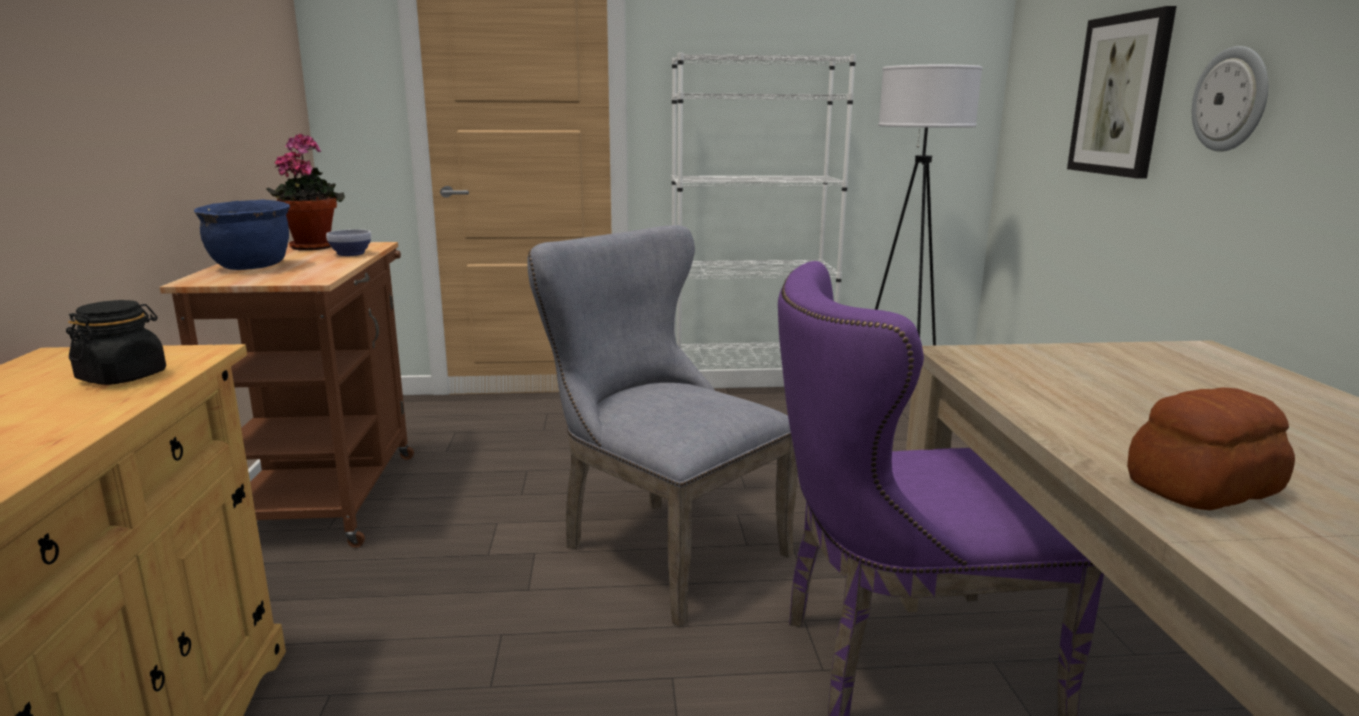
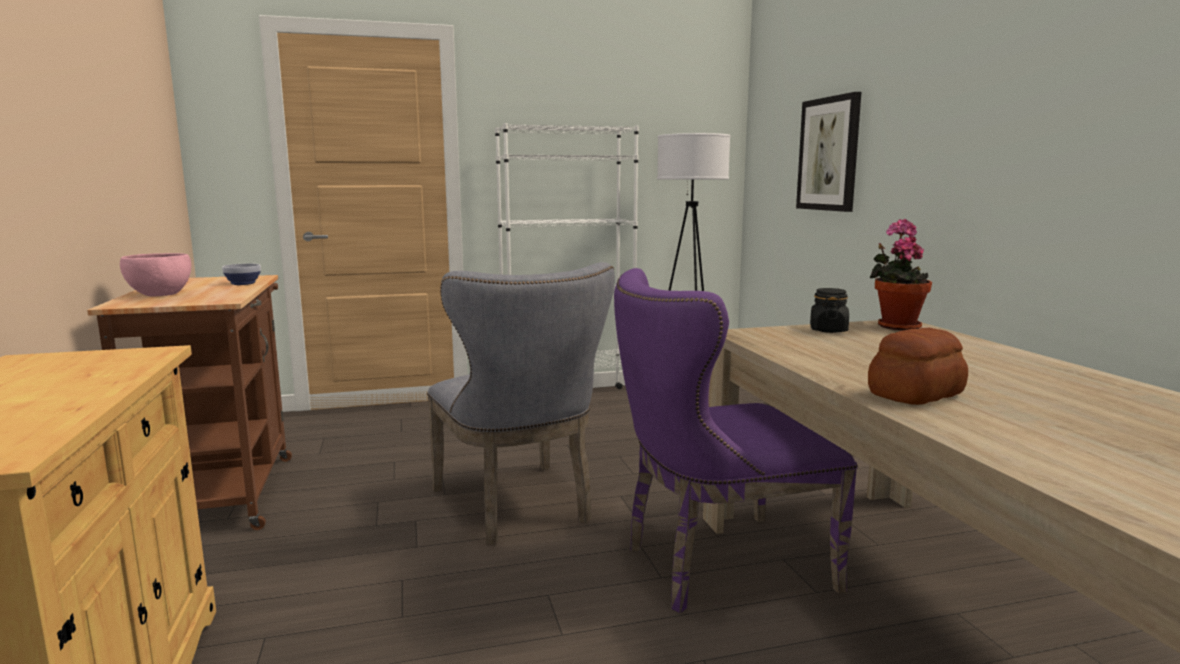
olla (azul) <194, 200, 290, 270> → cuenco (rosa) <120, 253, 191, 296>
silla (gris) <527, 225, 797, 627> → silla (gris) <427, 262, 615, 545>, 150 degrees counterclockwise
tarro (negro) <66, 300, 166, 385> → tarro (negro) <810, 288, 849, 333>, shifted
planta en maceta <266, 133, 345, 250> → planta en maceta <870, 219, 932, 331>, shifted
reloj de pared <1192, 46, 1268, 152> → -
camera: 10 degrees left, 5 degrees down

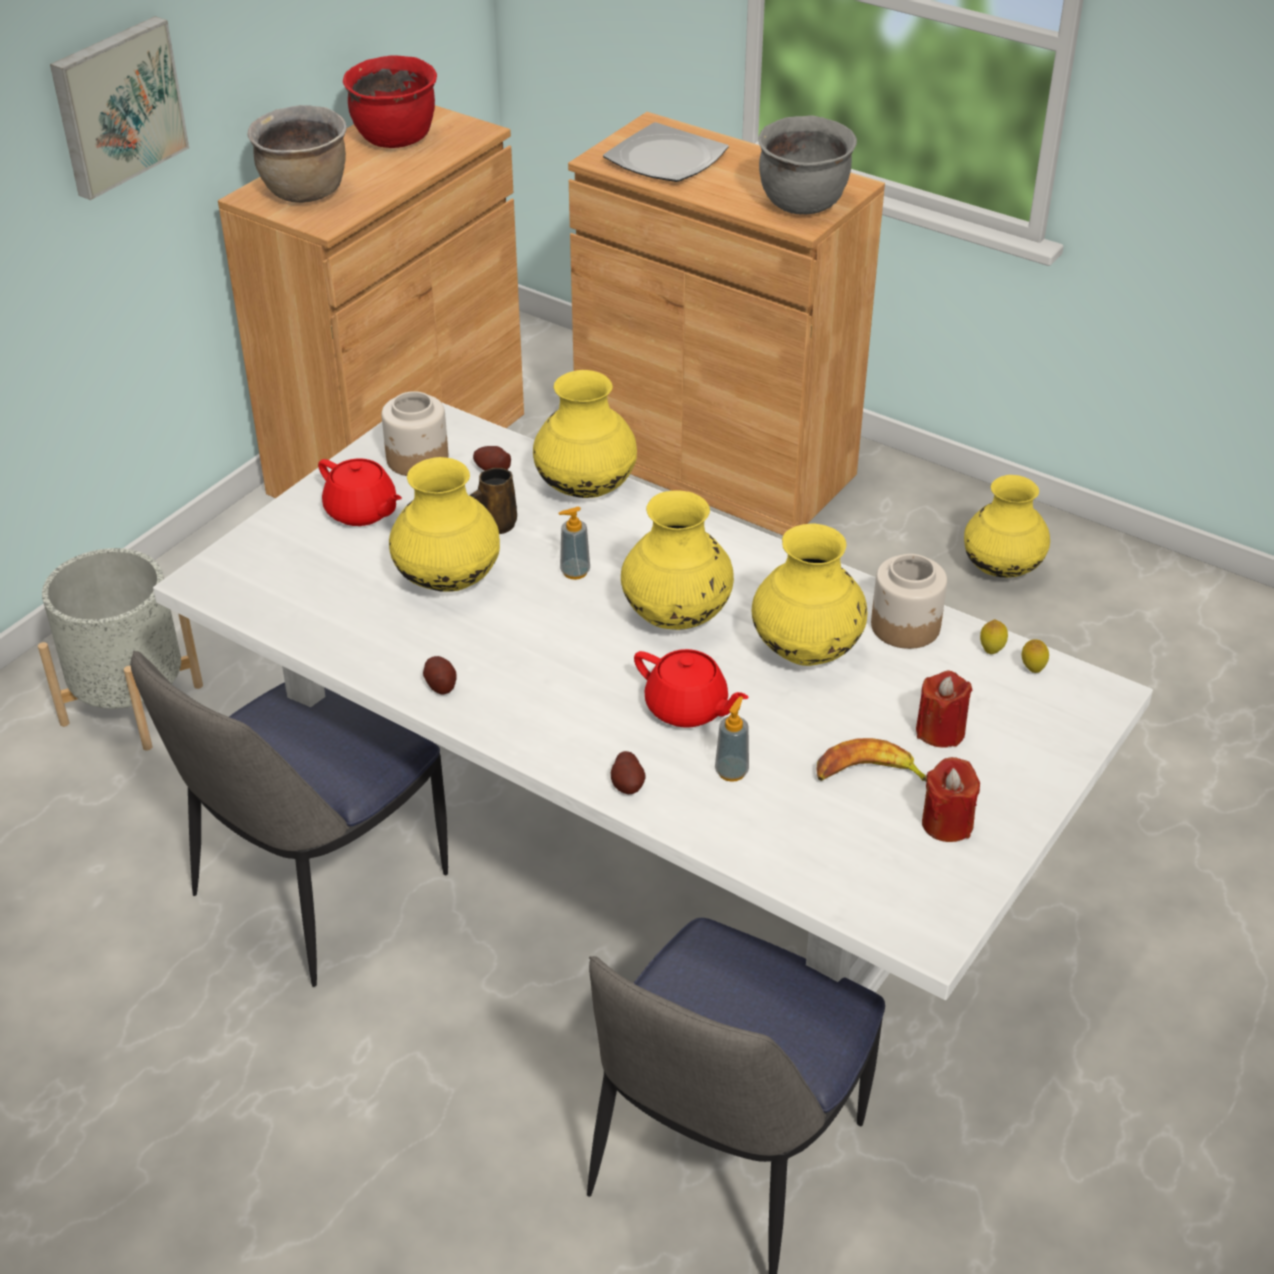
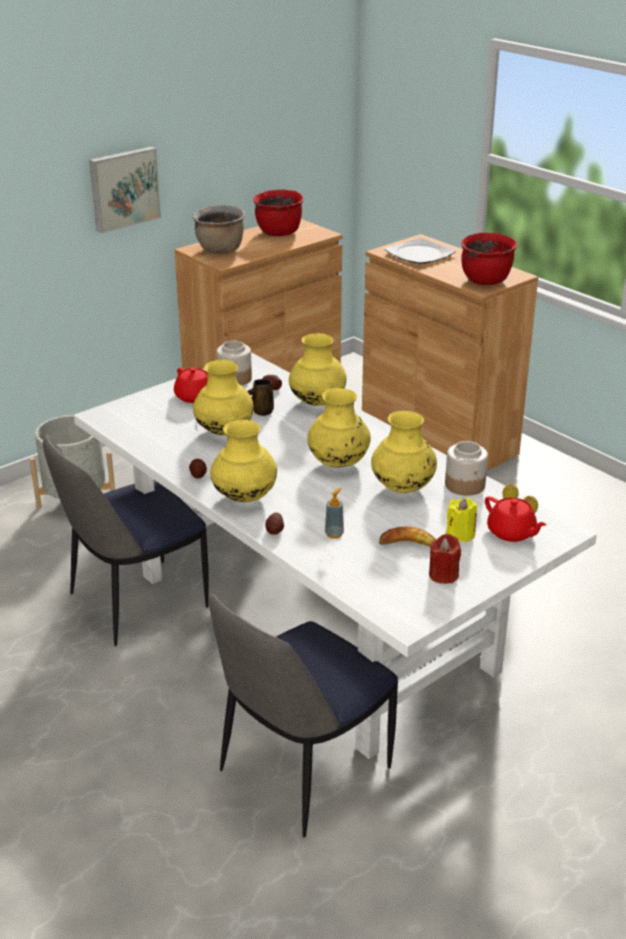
florero (amarillo) <964, 475, 1050, 578> → florero (amarillo) <210, 420, 277, 502>, shifted
vela (rojo) <916, 670, 972, 748> → vela (amarillo) <446, 498, 477, 542>
olla (gris) <758, 115, 857, 214> → olla (rojo) <461, 233, 518, 285>
tetera (rojo) <634, 649, 748, 728> → tetera (rojo) <485, 496, 547, 542>, shifted
dispensador de jabón <559, 507, 590, 580> → -
camera: 15 degrees right, 10 degrees down

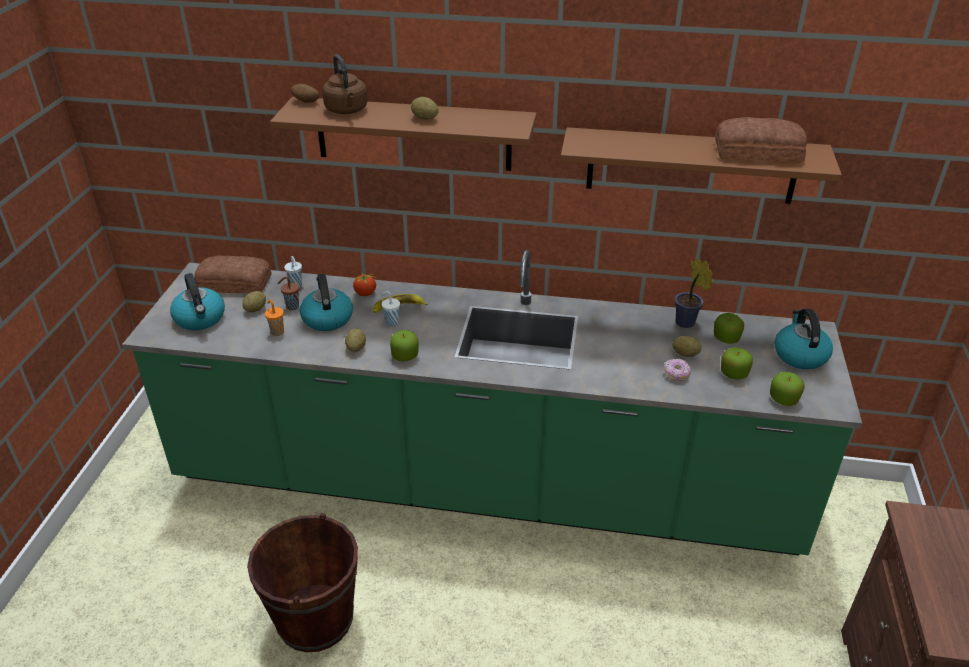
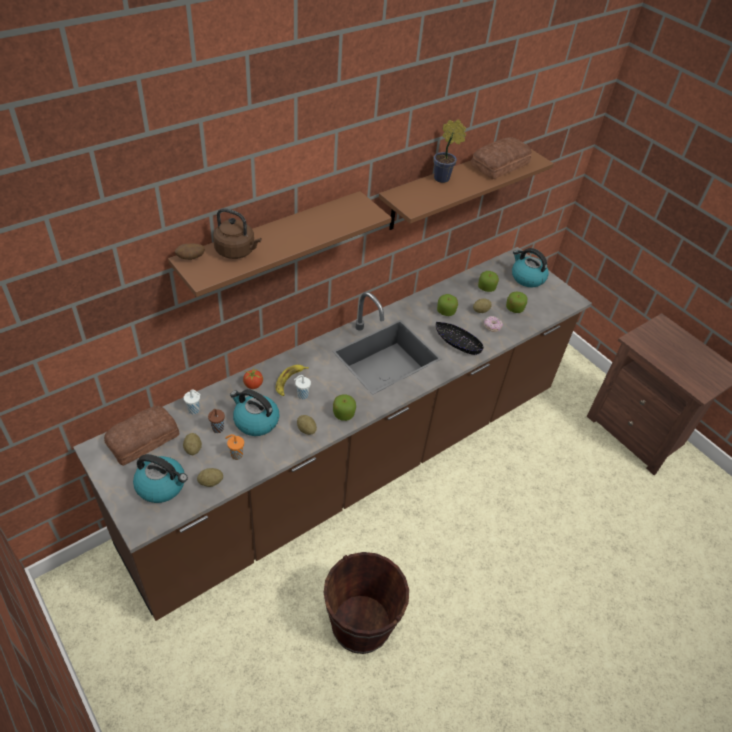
mueble bajo de cocina (verde) <122, 249, 862, 556> → mueble bajo de cocina (marrón) <73, 247, 592, 621>
patata <411, 97, 438, 120> → patata <197, 468, 223, 487>, shifted
planta en maceta <675, 258, 713, 328> → planta en maceta <433, 119, 466, 183>, shifted
- → cuenco (negro) <436, 322, 484, 355>
manzana <770, 372, 804, 406> → manzana <437, 294, 458, 316>, shifted
camera: 50 degrees left, 10 degrees up

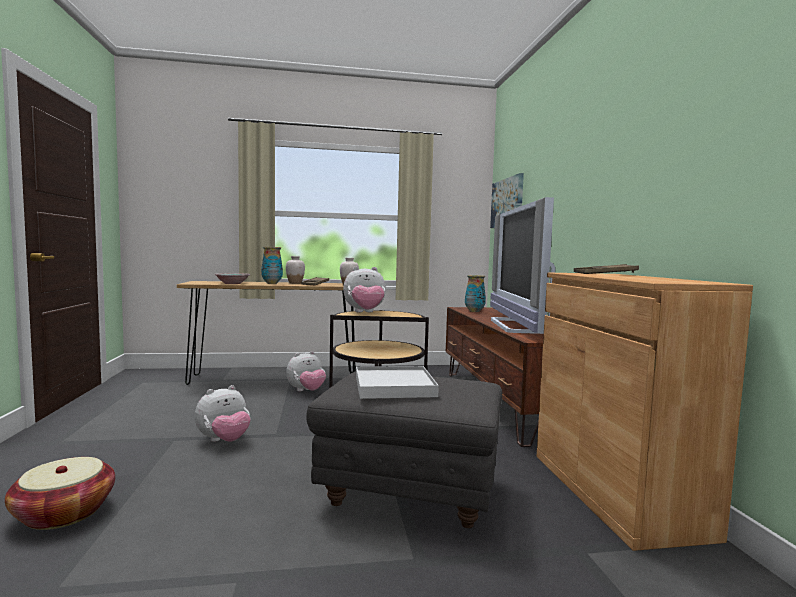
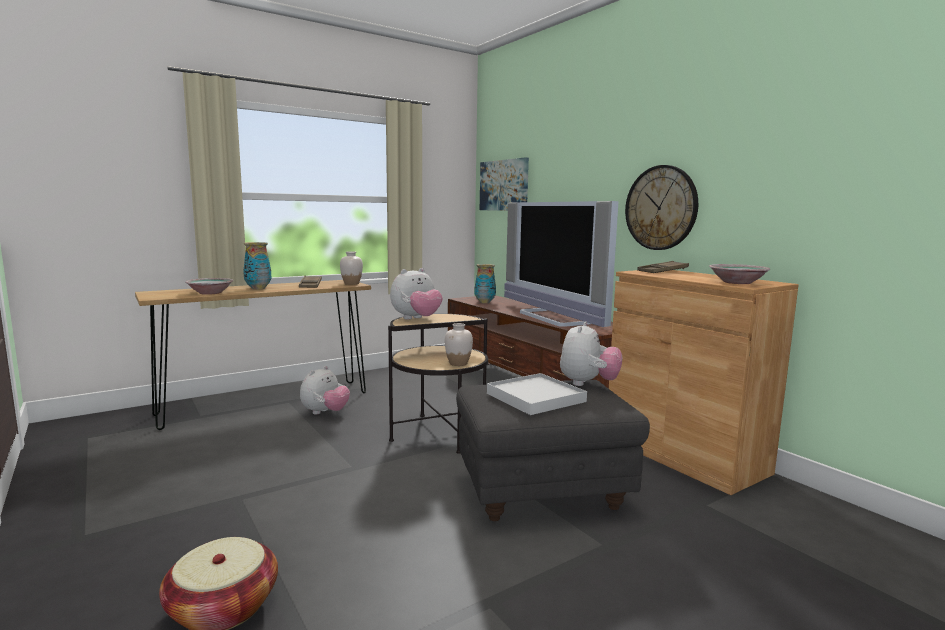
florero (blanco) <286, 256, 305, 284> → florero (blanco) <445, 323, 473, 366>, shifted
peluche <195, 385, 251, 442> → peluche <560, 321, 622, 386>, shifted
- → reloj de pared <625, 165, 698, 250>
- → cuenco <709, 264, 770, 284>
camera: 25 degrees left, 5 degrees up

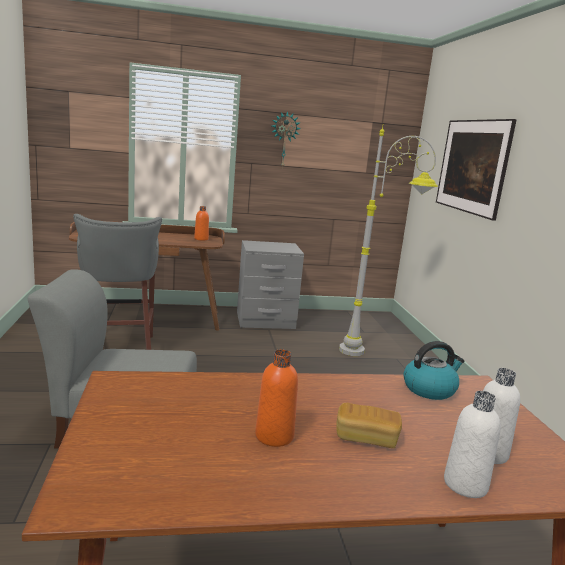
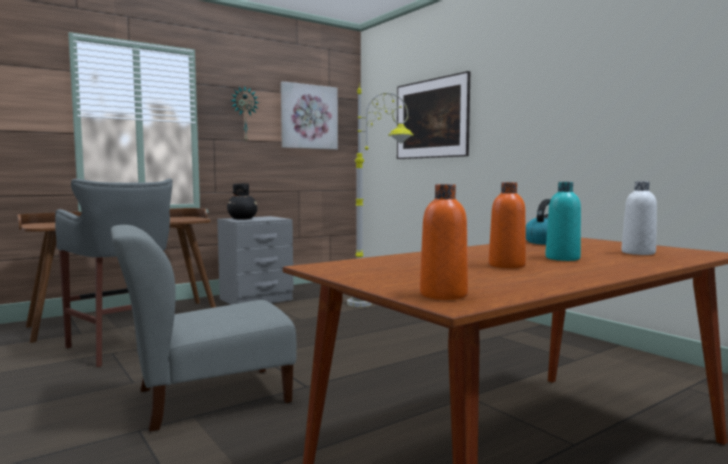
- → florero (negro) <227, 183, 258, 220>
- → cuadro <281, 81, 338, 149>
botella (naranja) <194, 206, 209, 241> → botella (naranja) <420, 184, 468, 300>, shifted
pan <336, 403, 402, 448> → botella (turquesa) <545, 182, 581, 261>
botella (blanco) <444, 391, 501, 498> → -
camera: 25 degrees left, 10 degrees down

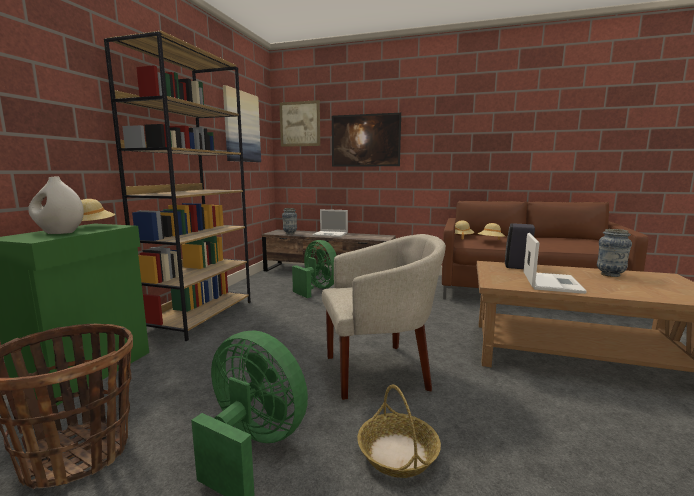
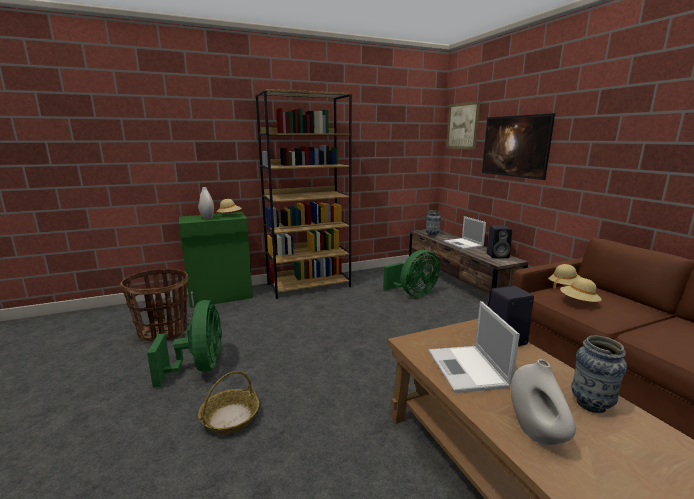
ventilador (verde) <292, 240, 337, 298> → ventilador (verde) <383, 250, 440, 297>, 45 degrees clockwise
portátil <523, 233, 587, 294> → portátil <428, 301, 520, 393>, 105 degrees clockwise
- → altavoz (negro) <487, 226, 512, 258>
- → florero (blanco) <511, 359, 576, 445>
cuadro <223, 85, 261, 162> → -
sillón (beis) <322, 234, 446, 400> → -
camera: 50 degrees right, 5 degrees up

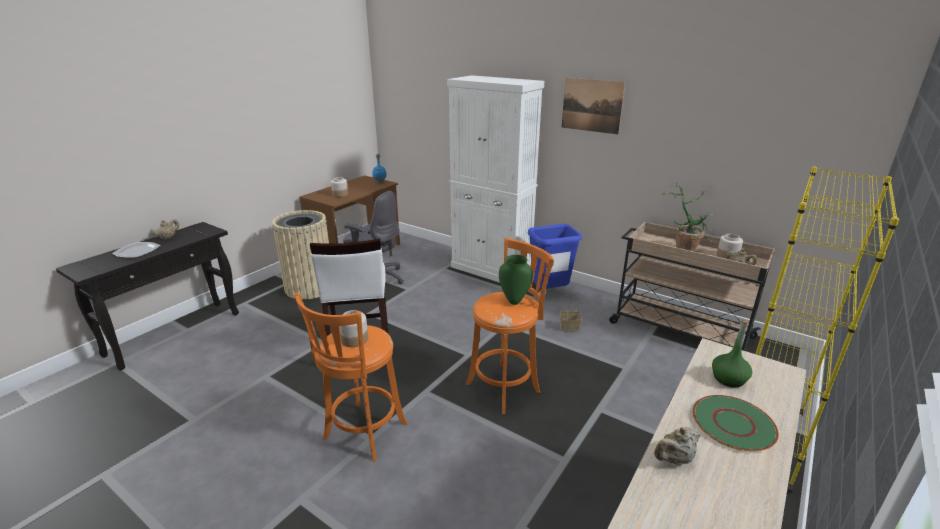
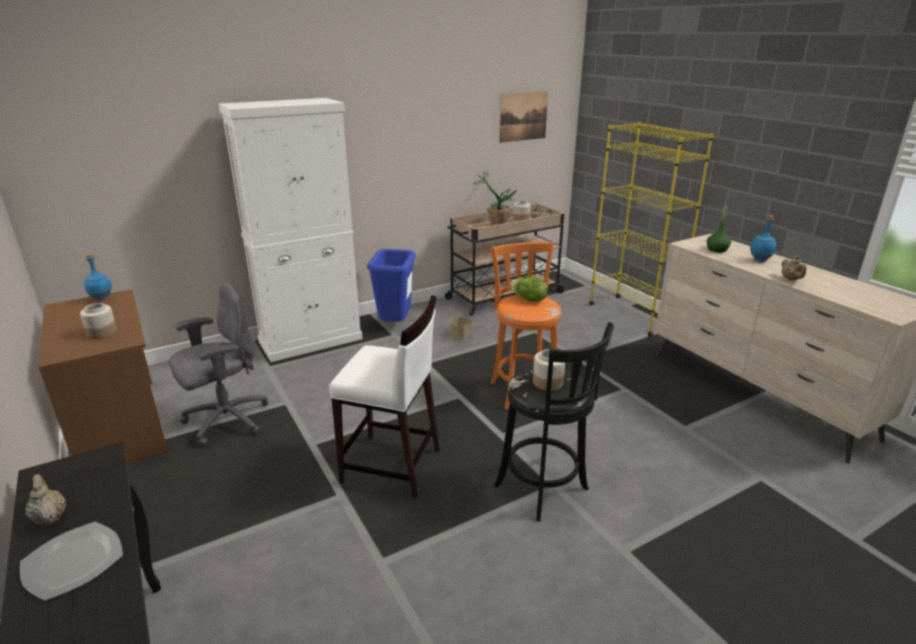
taburete (naranja) <294, 292, 407, 461> → taburete (negro) <494, 322, 614, 521>
cuadro <562, 78, 625, 134> → cuadro <499, 91, 548, 143>, shifted
florero (verde) <499, 255, 533, 305> → lechuga <510, 277, 548, 302>
plato (verde) <693, 395, 779, 451> → botella (azul) <750, 215, 776, 262>
papelera (beis) <272, 210, 329, 300> → -
camera: 65 degrees left, 0 degrees up

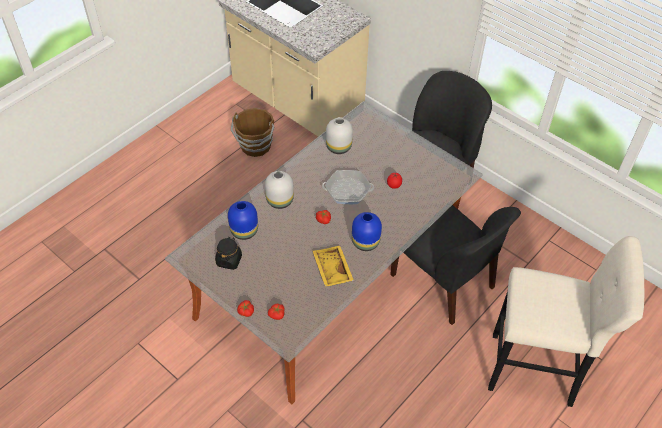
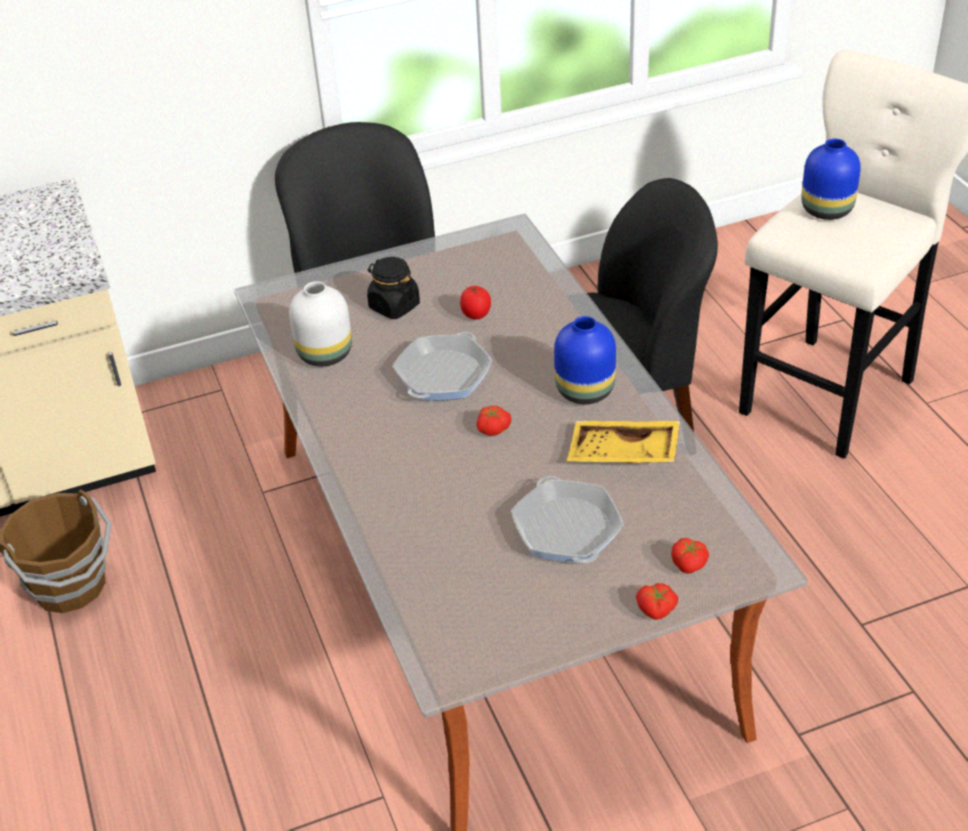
tarro (negro) <215, 237, 242, 270> → tarro (negro) <367, 257, 420, 319>, shifted
- → sartén <511, 476, 624, 564>
florero (azul) <228, 201, 258, 240> → florero (azul) <801, 139, 861, 220>, shifted
florero (blanco) <265, 171, 294, 209> → -
camera: 60 degrees left, 10 degrees down

